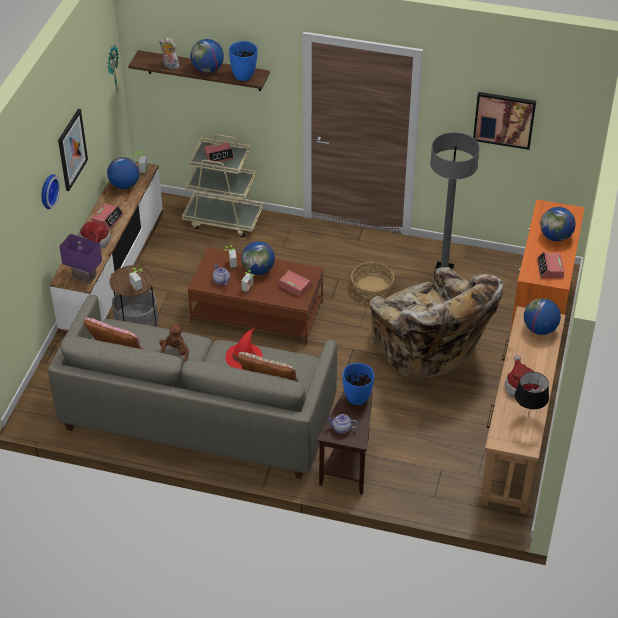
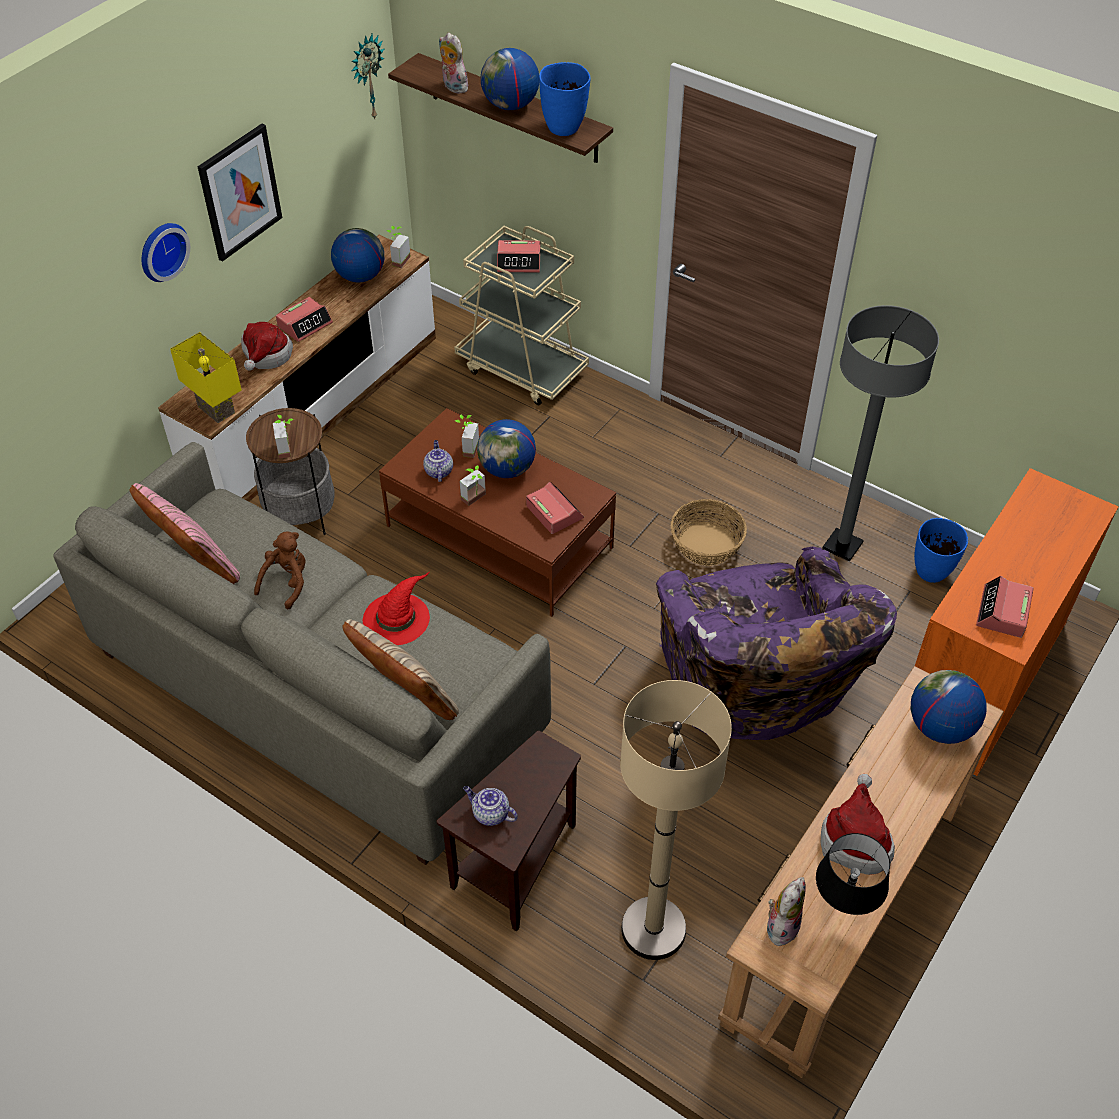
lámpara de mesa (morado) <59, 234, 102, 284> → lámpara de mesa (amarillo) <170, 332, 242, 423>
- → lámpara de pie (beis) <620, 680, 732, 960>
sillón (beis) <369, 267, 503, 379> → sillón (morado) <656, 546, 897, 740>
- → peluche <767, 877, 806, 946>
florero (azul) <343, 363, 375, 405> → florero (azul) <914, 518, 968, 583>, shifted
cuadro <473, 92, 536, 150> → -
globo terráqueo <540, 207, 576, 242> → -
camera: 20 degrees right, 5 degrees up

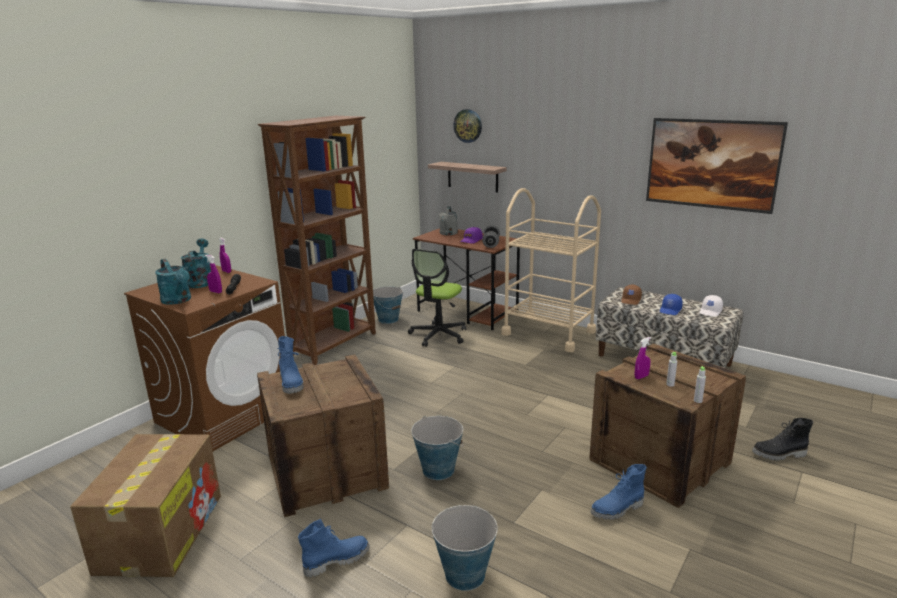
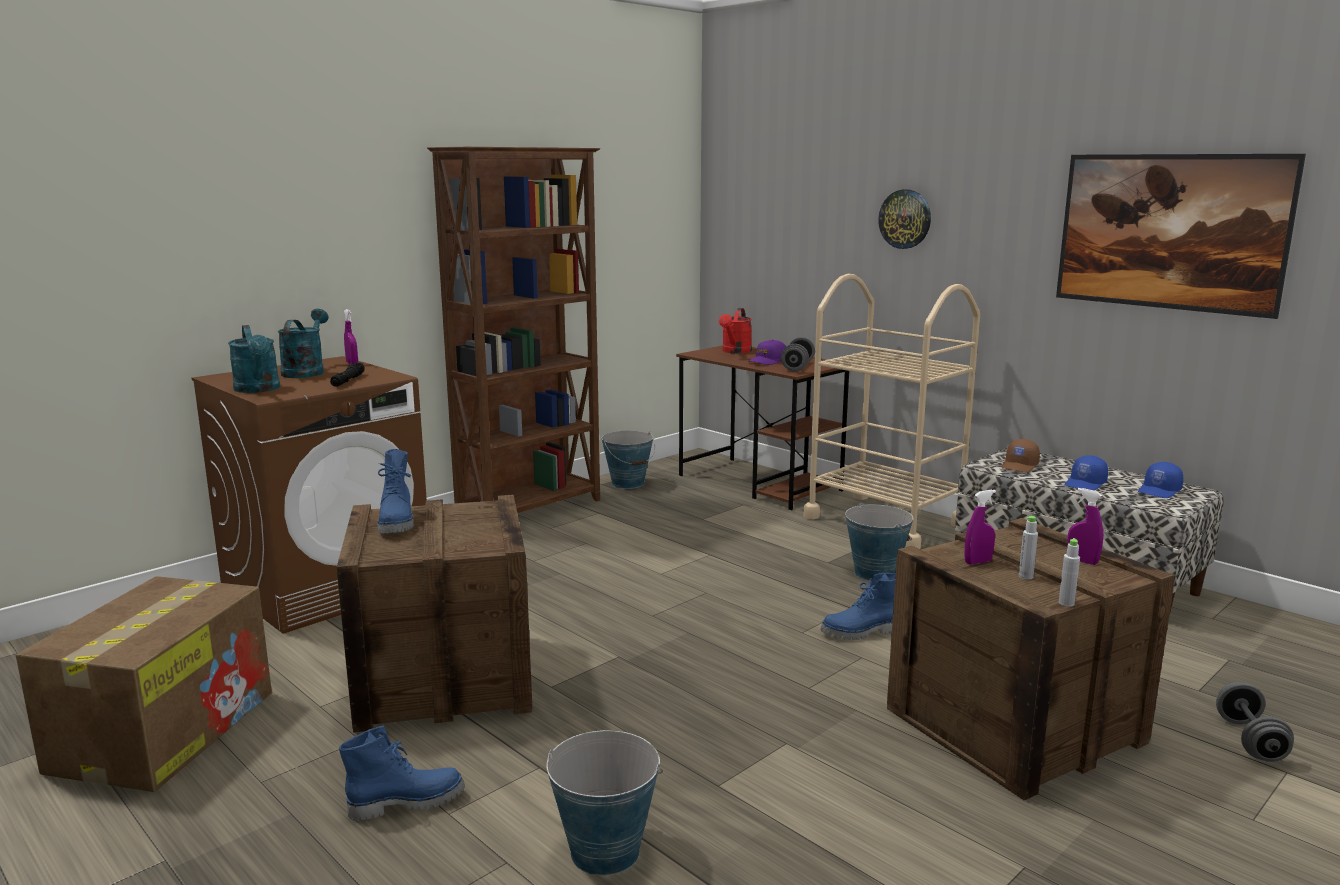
regadera (gris) <439, 206, 458, 235> → regadera (rojo) <719, 308, 752, 353>
bota (azul) <590, 464, 647, 520> → bota (azul) <820, 573, 896, 640>, shifted
cubo <411, 416, 464, 480> → cubo <845, 503, 913, 582>, shifted
reloj de pared <453, 109, 482, 143> → reloj de pared <878, 190, 931, 249>, shifted
pulverizador (morado) <205, 255, 222, 293> → pulverizador (morado) <1067, 488, 1103, 565>, shifted
gorra (blanco) <700, 295, 723, 317> → gorra (azul) <1138, 462, 1183, 498>
bota (negro) <752, 418, 813, 461> → mancuerna (gris) <1216, 682, 1294, 762>
silla de oficina <408, 249, 466, 347> → -
estante <428, 162, 507, 192> → -
camera: 10 degrees right, 5 degrees down

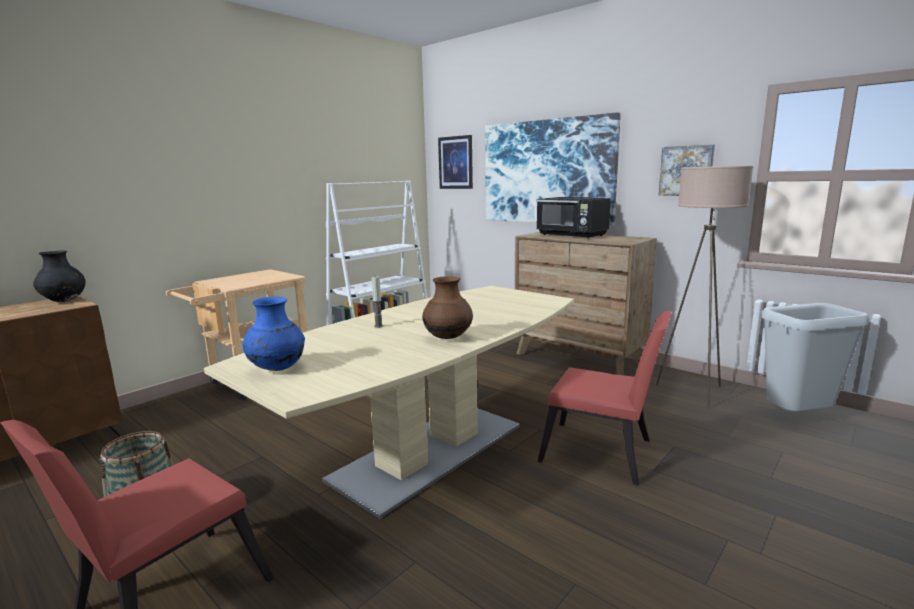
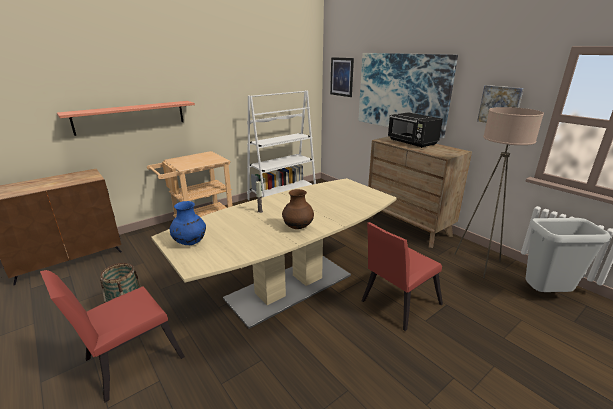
- → estante <57, 101, 195, 136>
silla (rojo) <537, 311, 672, 486> → silla (rojo) <361, 222, 443, 331>, 105 degrees clockwise
florero (negro) <33, 251, 86, 302> → -
camera: 10 degrees right, 10 degrees up

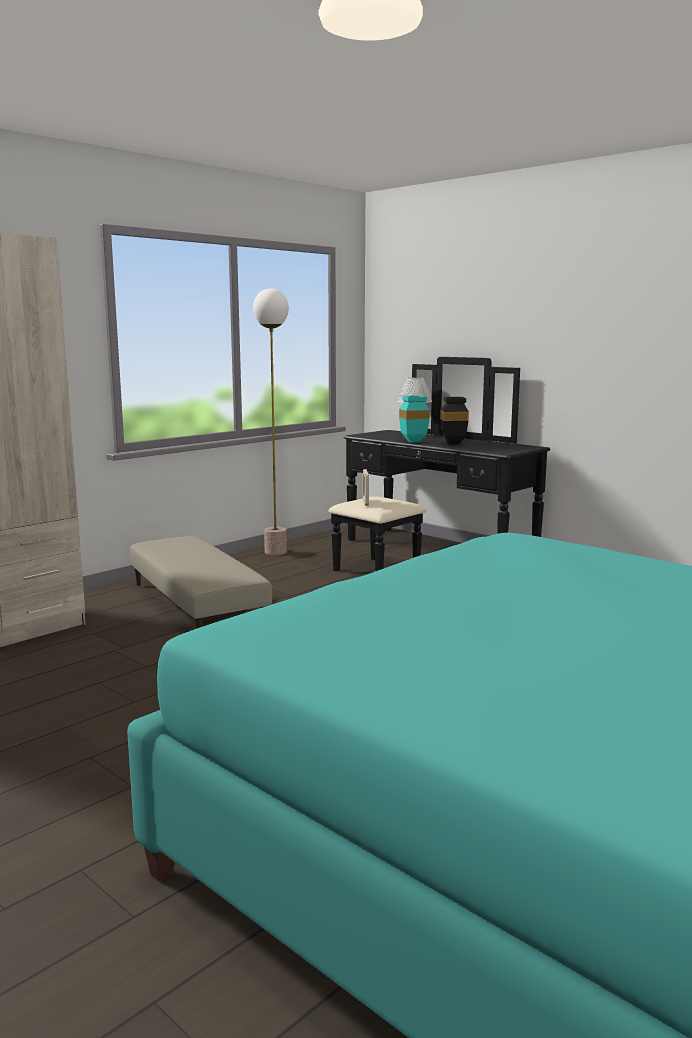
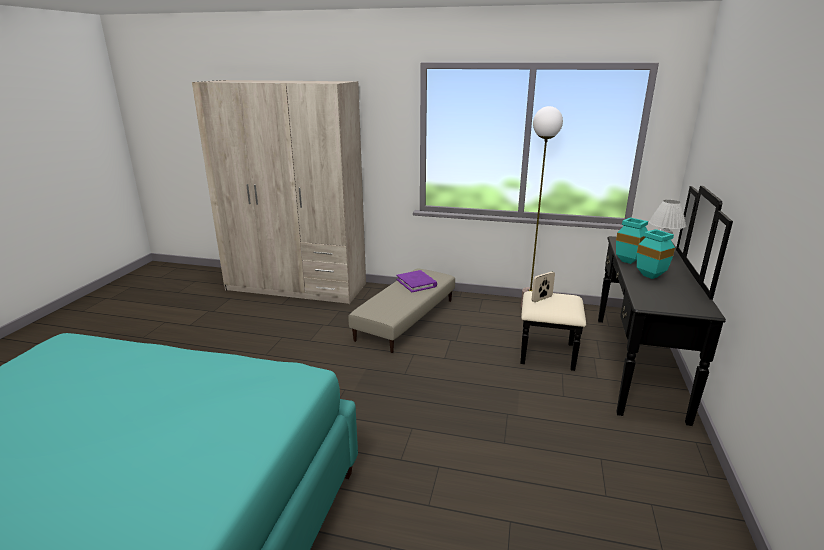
- → libro (morado) <397, 270, 437, 292>
florero (negro) <440, 397, 469, 444> → florero (turquesa) <637, 229, 675, 279>
camera: 60 degrees right, 10 degrees up

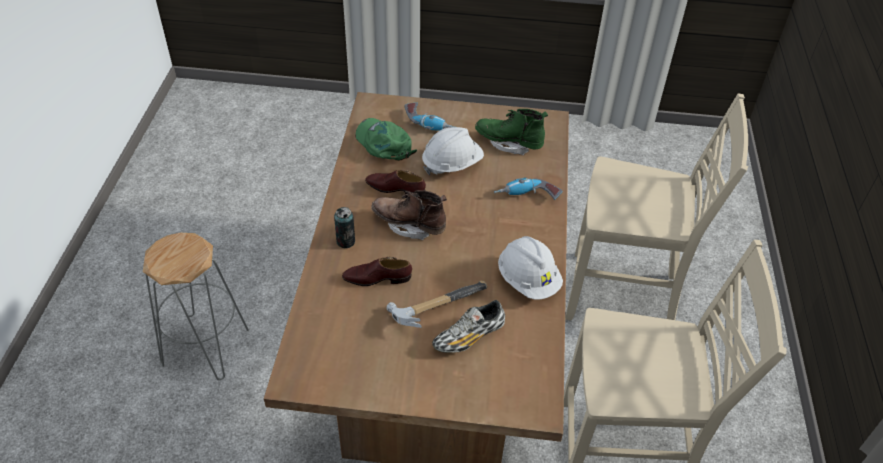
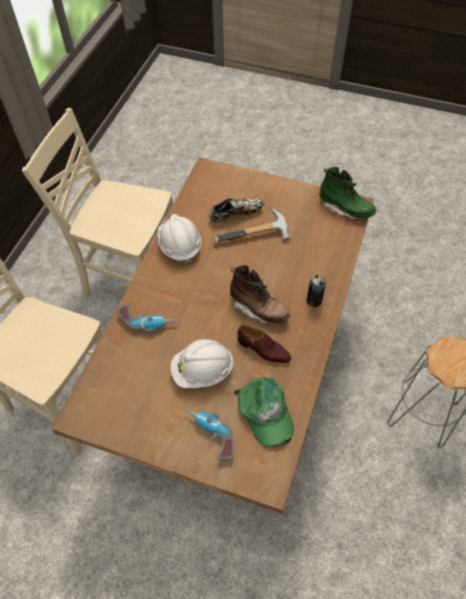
bota (verde) <475, 109, 548, 155> → bota (verde) <319, 167, 376, 219>, shifted
zapato (marrón) <342, 257, 412, 286> → -
camera: 165 degrees left, 10 degrees up

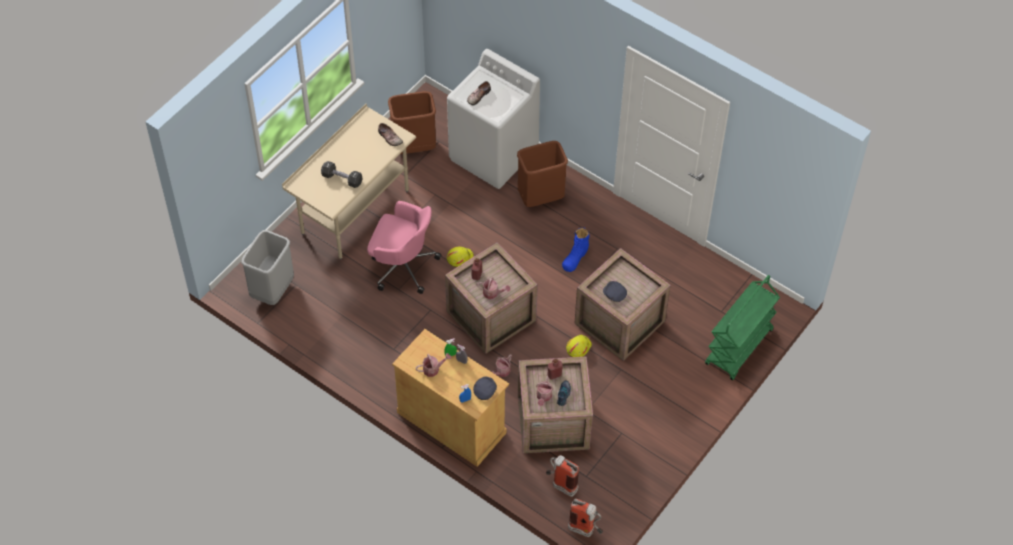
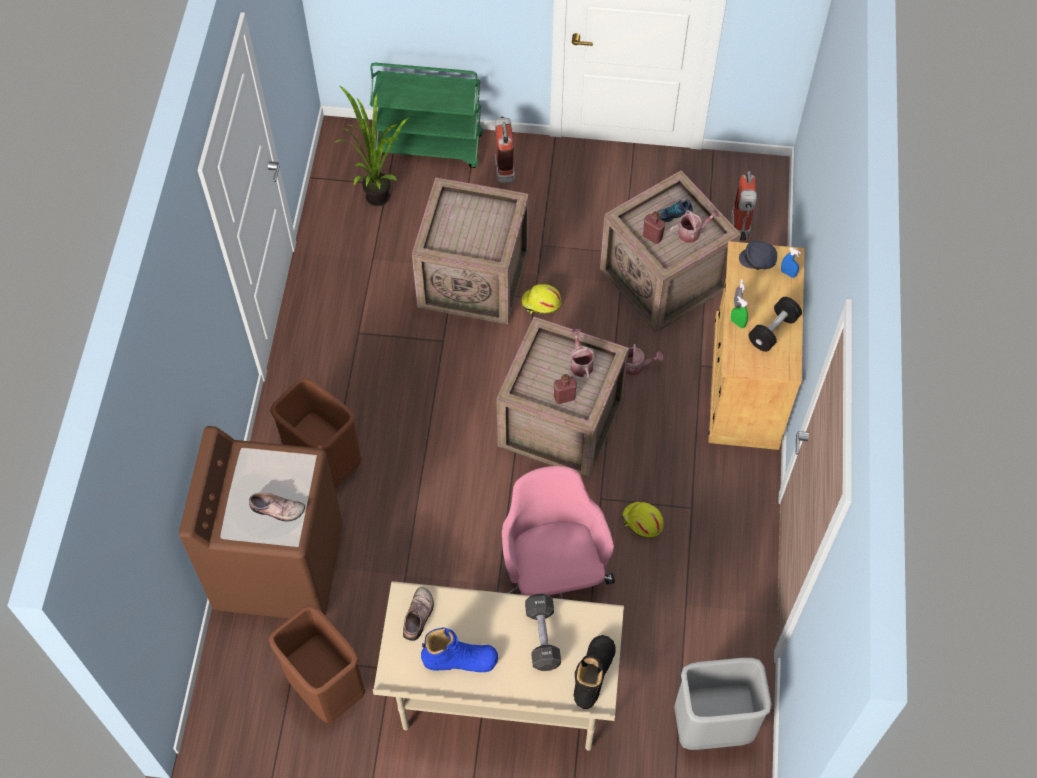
lavadora (blanco) <447, 49, 540, 189> → lavadora (marrón) <179, 426, 343, 618>
- → planta en maceta <334, 85, 408, 206>
bota (azul) <562, 227, 590, 272> → bota (azul) <421, 628, 498, 672>, shifted
extintor <568, 499, 603, 537> → extintor <495, 116, 515, 183>, shifted
- → bota (negro) <573, 635, 616, 709>
casco (amarillo) <447, 247, 474, 267> → casco (amarillo) <622, 502, 664, 538>, shifted
regadera <416, 353, 451, 377> → mancuerna (negro) <749, 297, 802, 352>
gorra (gris) <603, 281, 627, 302> → -
camera: 120 degrees left, 5 degrees up

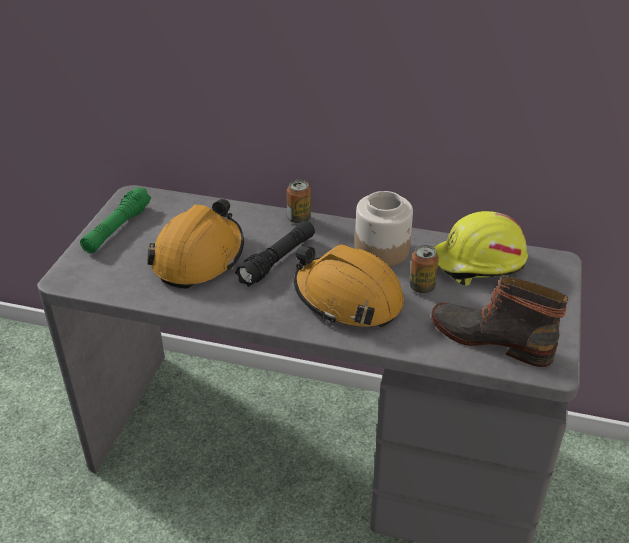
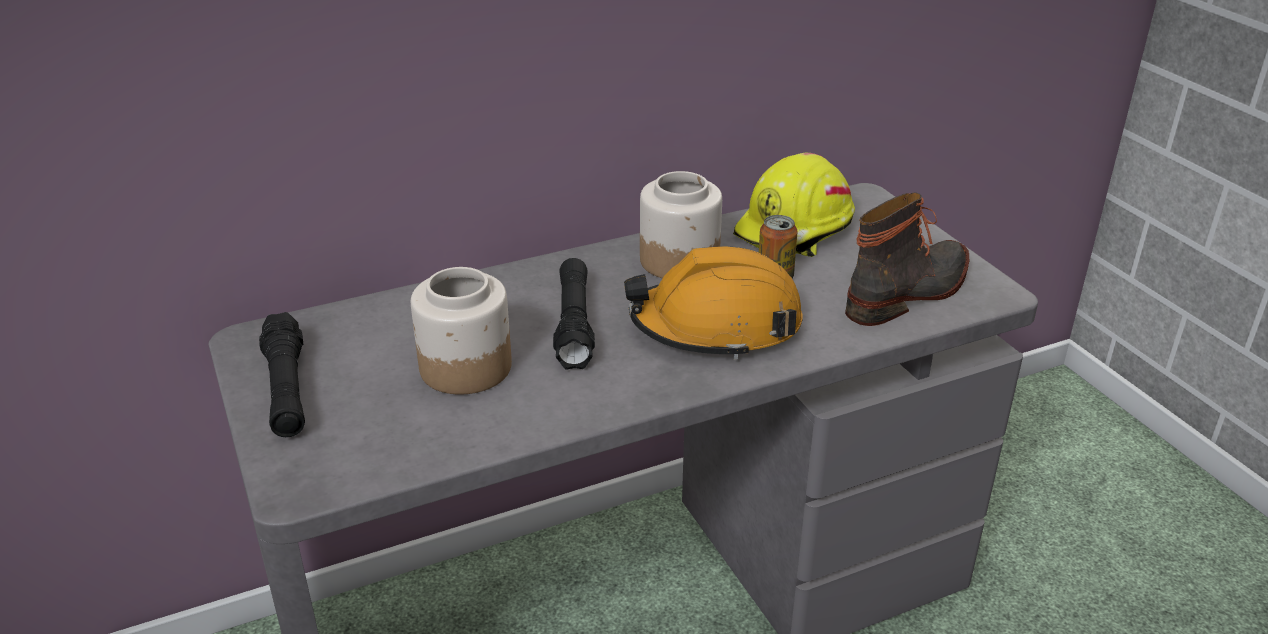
linterna (verde) <80, 187, 151, 253> → linterna (negro) <259, 312, 305, 437>
casco (naranja) <147, 199, 244, 289> → tarro <411, 267, 512, 395>
bota <431, 277, 569, 367> → bota <845, 192, 970, 326>, 150 degrees clockwise
lata <287, 180, 311, 224> → -
camera: 40 degrees left, 5 degrees down

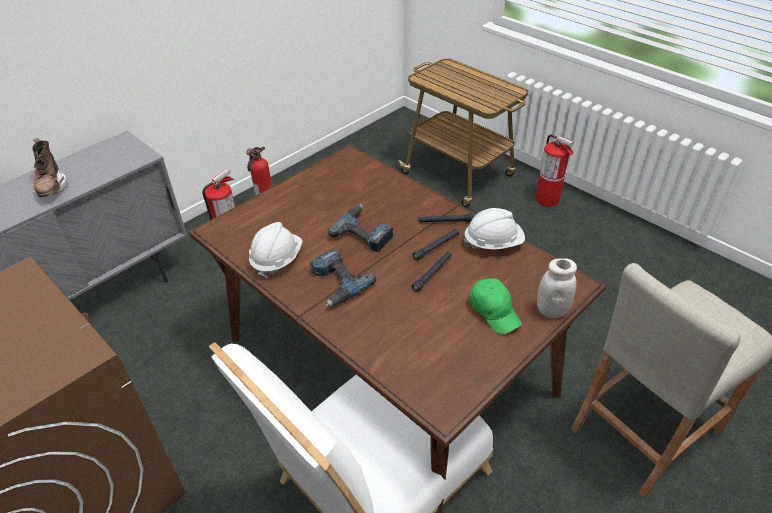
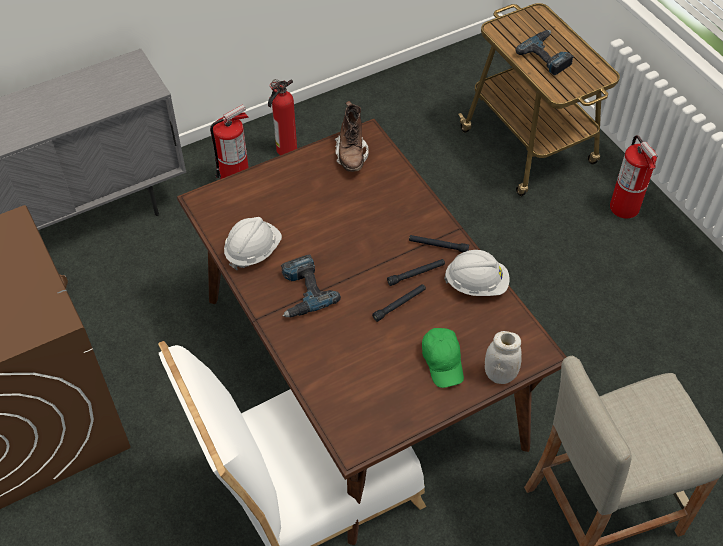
bota (marrón) <32, 138, 67, 197> → bota (marrón) <335, 101, 369, 172>, shifted
taladro <328, 204, 394, 252> → taladro <515, 30, 574, 75>, shifted
camera: 15 degrees right, 10 degrees up

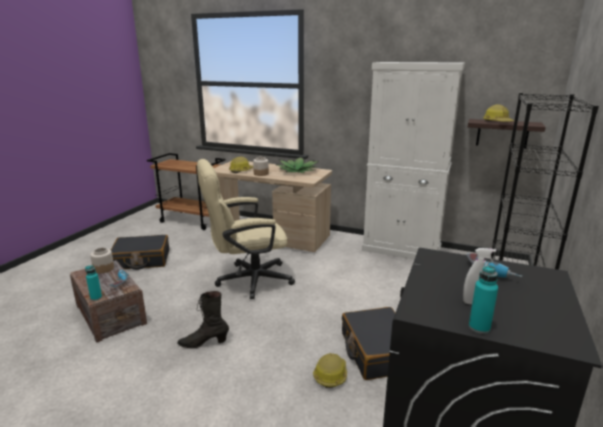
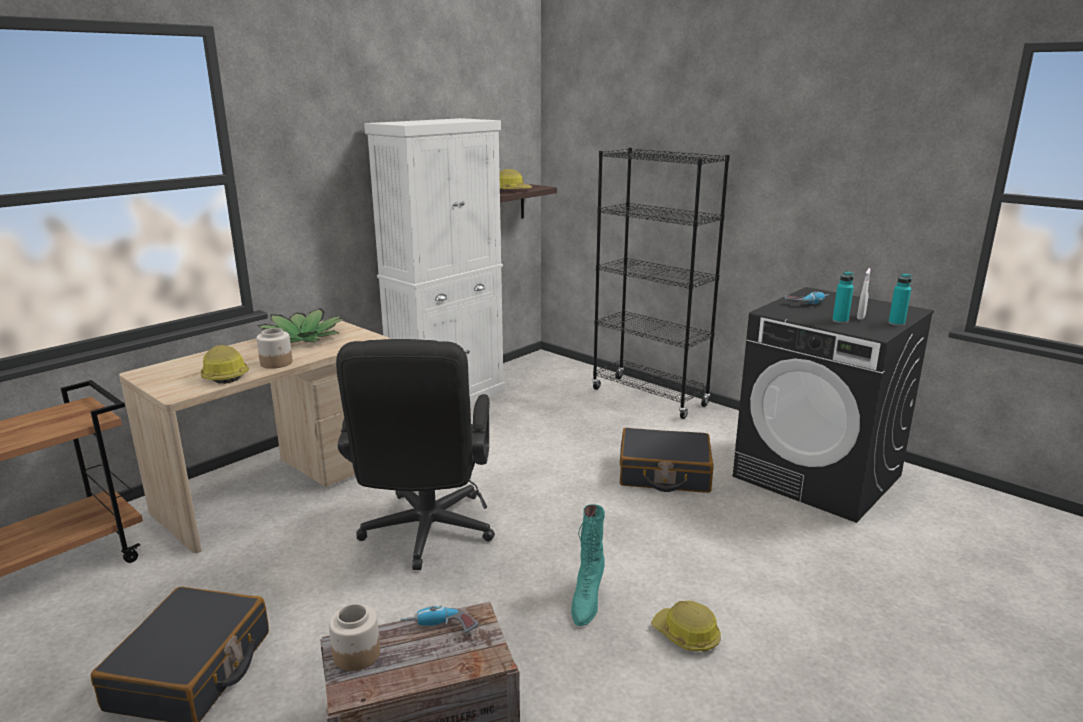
silla de oficina (beis) <197, 159, 295, 299> → silla de oficina (negro) <336, 339, 495, 570>
bota (negro) <178, 291, 229, 349> → bota (turquesa) <571, 504, 605, 626>
casco <313, 353, 347, 388> → casco <651, 601, 721, 652>, shifted
botella (turquesa) <85, 265, 102, 301> → botella (turquesa) <832, 271, 854, 323>, shifted
camera: 70 degrees left, 0 degrees up

